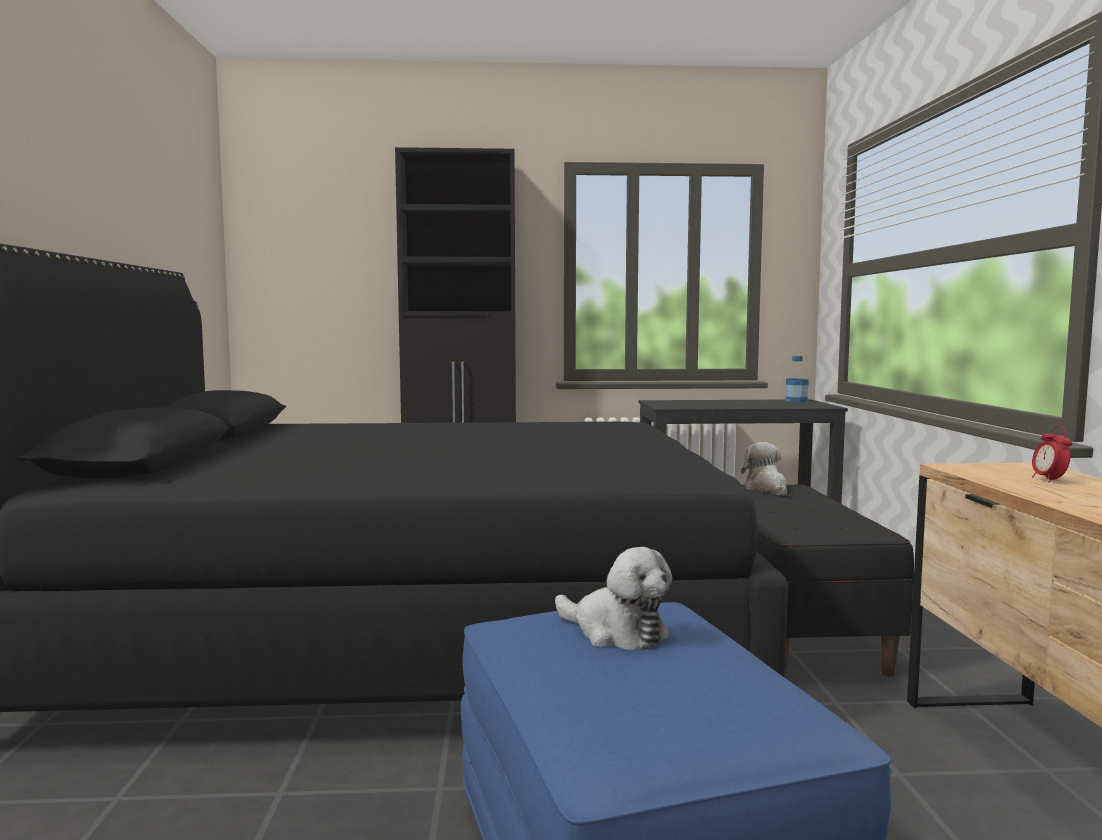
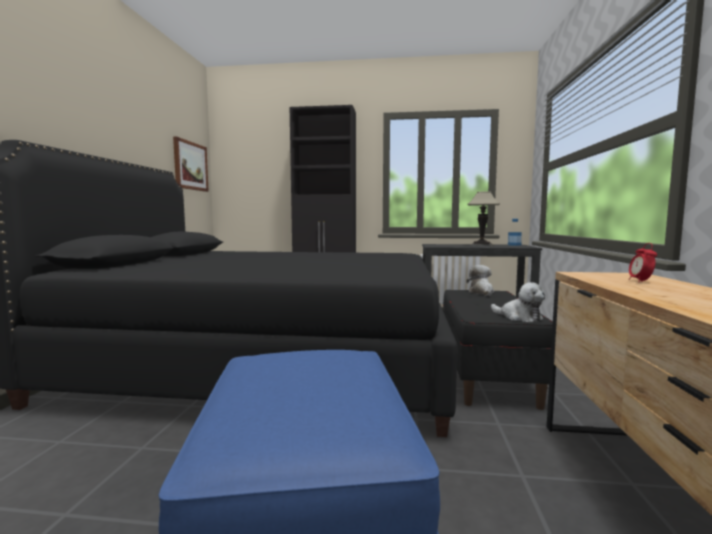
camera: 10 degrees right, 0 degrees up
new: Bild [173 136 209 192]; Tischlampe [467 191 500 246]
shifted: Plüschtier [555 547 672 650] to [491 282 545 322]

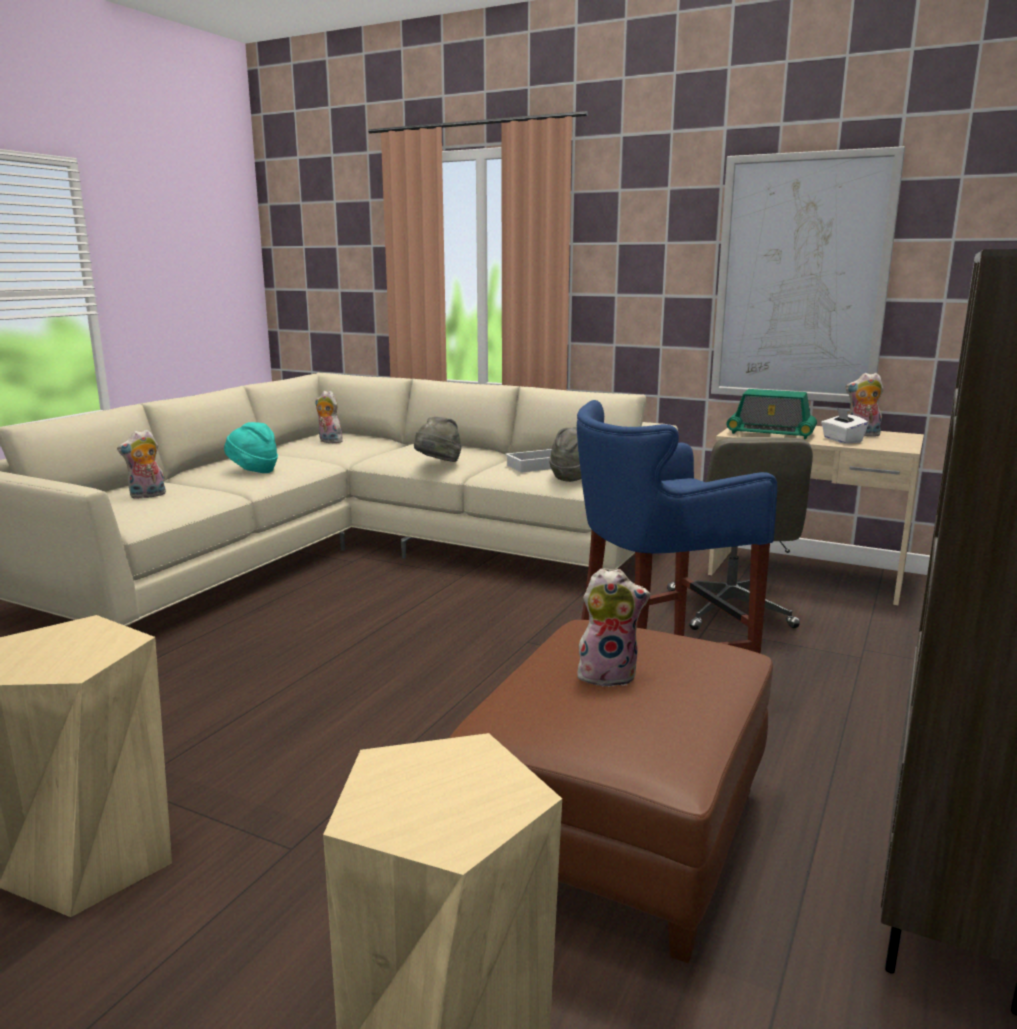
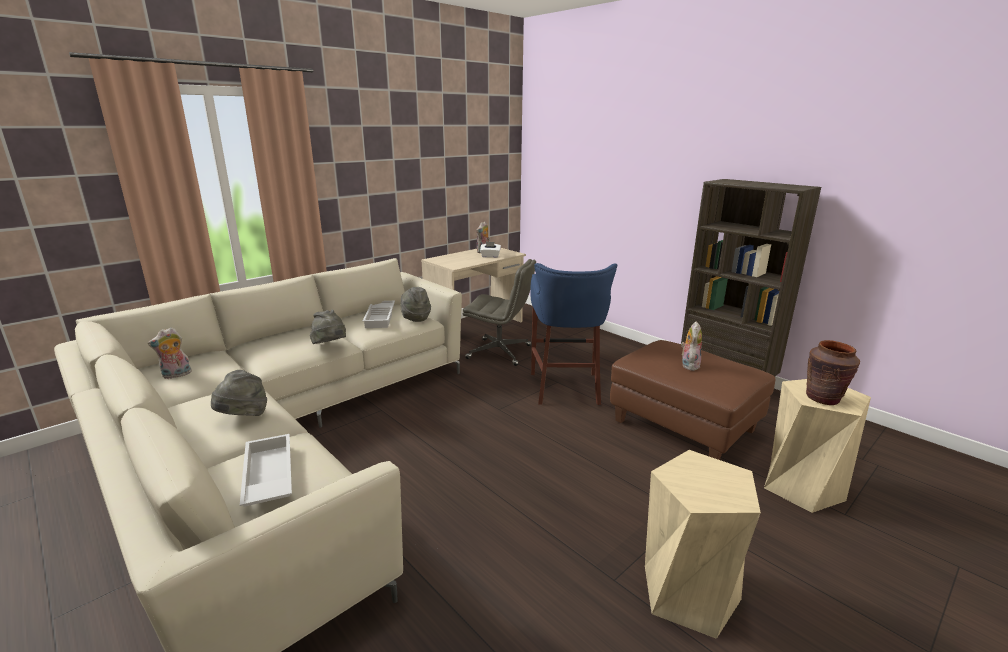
camera: 70 degrees left, 5 degrees up
gone: Bild [711 146 905 403]; Radio [726 389 817 439]
new: Vase (braun) [806 340 860 405]
swapped: Plüschtier [117 430 166 499] to Tablett (weiß) [240 434 292 507]
repainted: Hut (türkis) [224 422 278 473] to Hut (grau) [211 370 267 416]

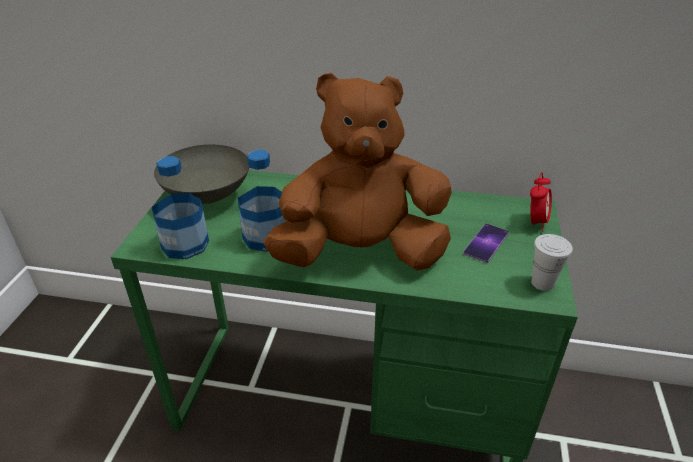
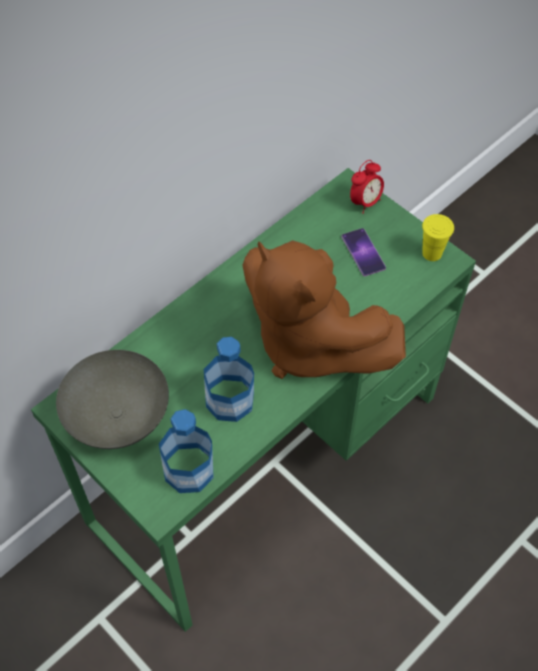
camera: 55 degrees left, 20 degrees up
repainted: Tasse (weiß) [531 234 573 291] to Tasse (gelb) [422 214 454 261]
rotated: Plüschtier (braun) [264 73 452 270] = [242 240 406 379] 75 degrees counterclockwise; Wecker [530 172 552 231] = [350 160 384 214] 75 degrees clockwise

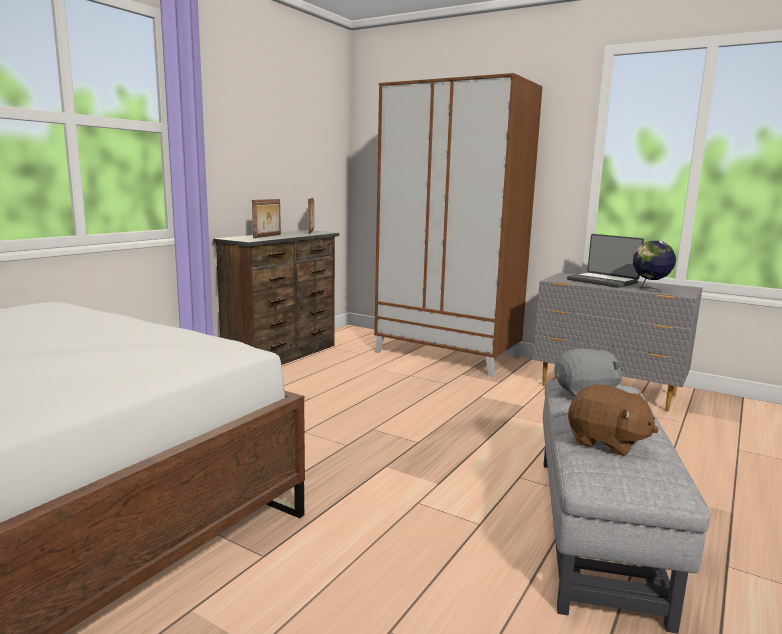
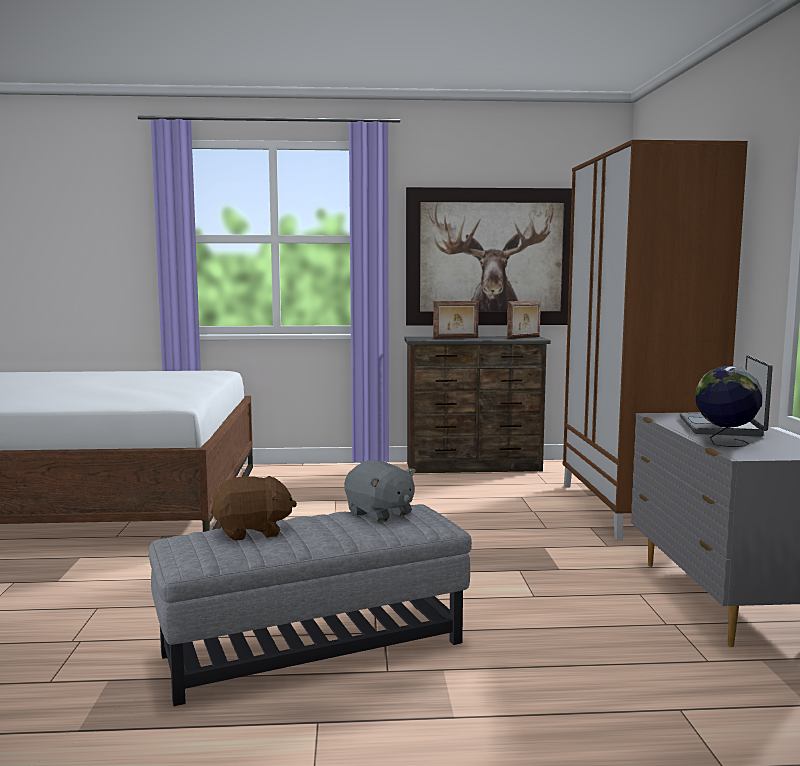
camera: 55 degrees right, 5 degrees down
new: Bild [406 187 572 326]
rotated: Plüschtier (braun) [568 384 659 456] = [211 476 297 541] 105 degrees counterclockwise

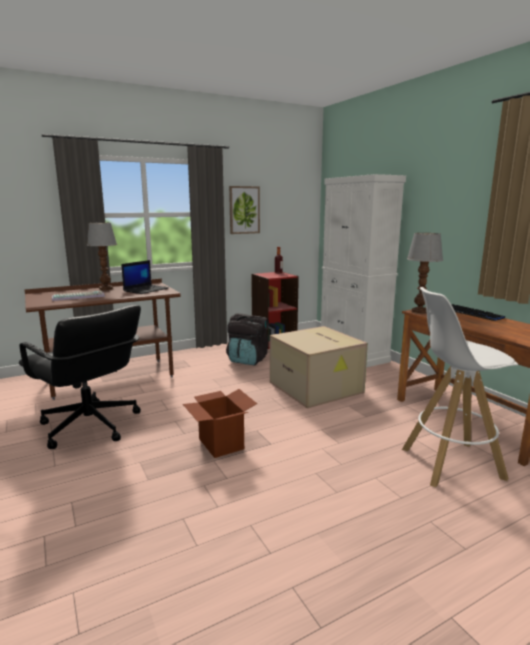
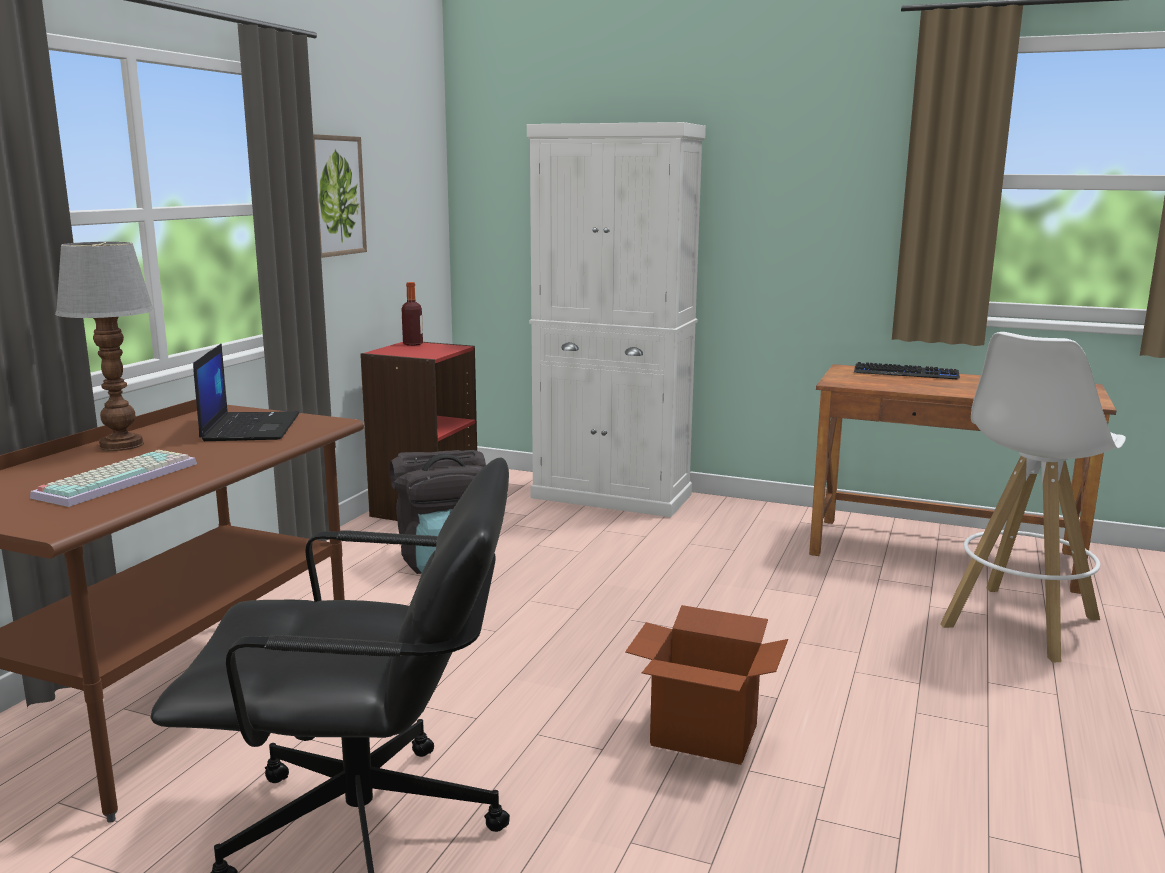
camera: 40 degrees left, 0 degrees up
gone: Karton [270 326 368 408]; Tischlampe [407 233 443 314]

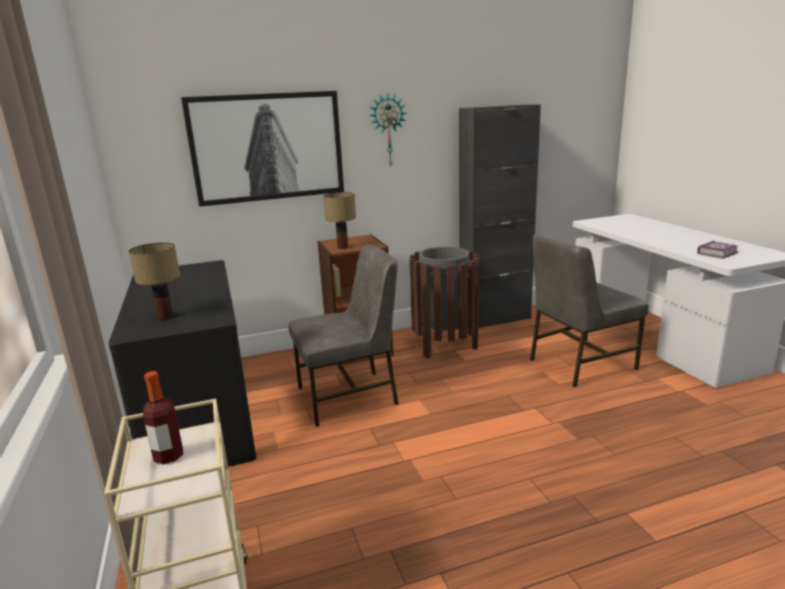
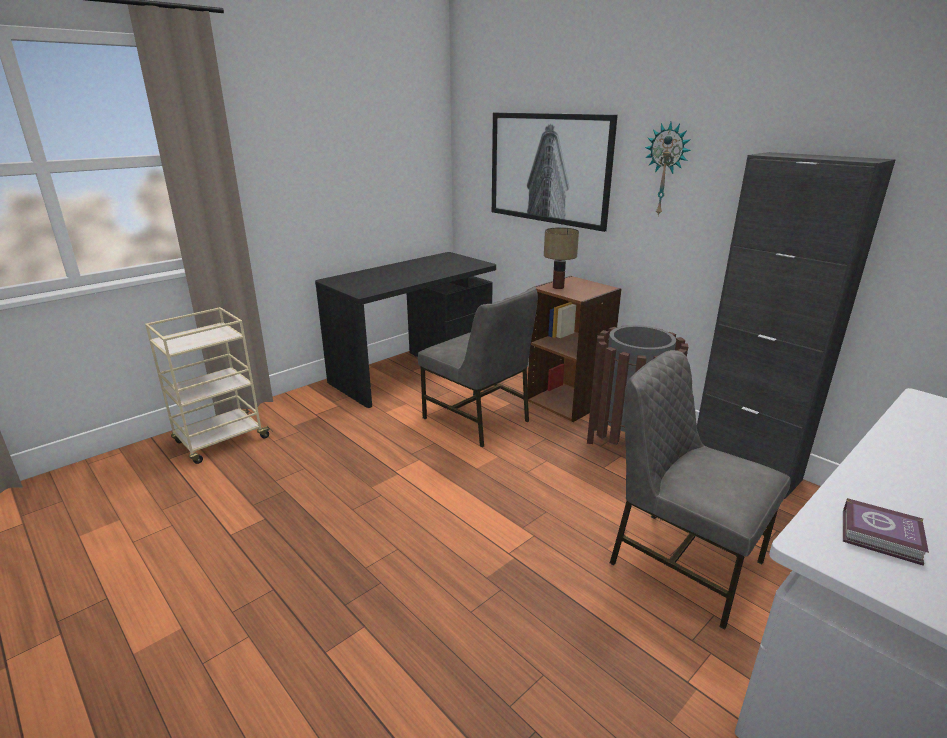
camera: 65 degrees right, 5 degrees up
gone: Tischlampe [129 243 180 320]; Flasche [143 371 183 465]

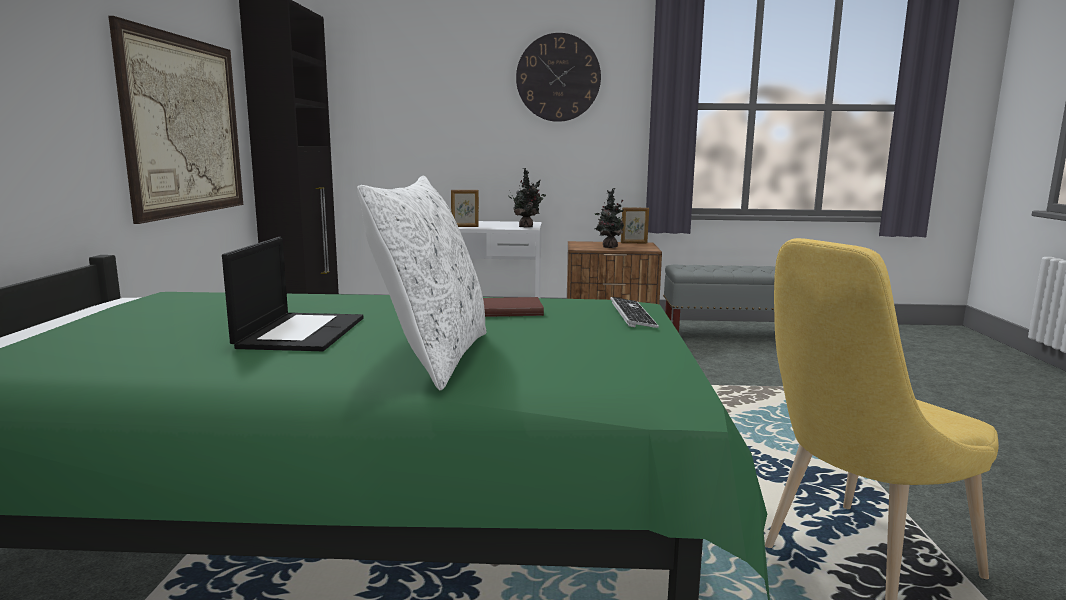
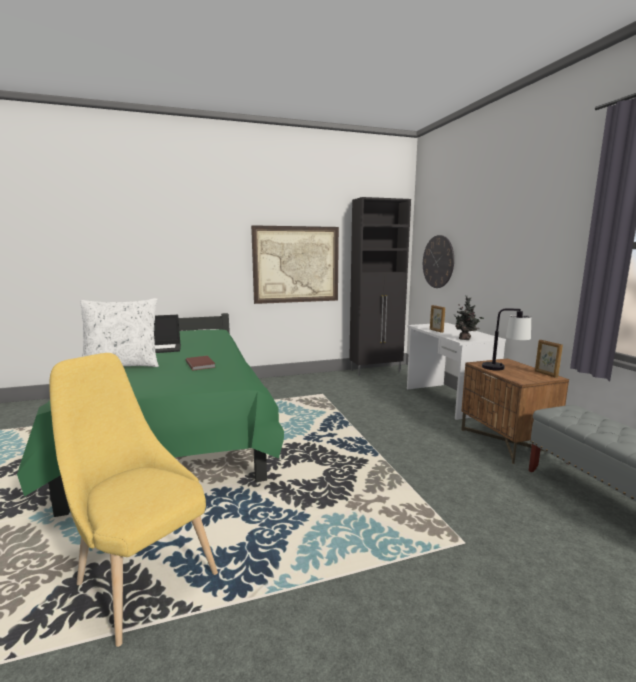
camera: 70 degrees right, 0 degrees up
gone: Tastatur [610 297 659 328]
shifted: Wanduhr [516 33 601 122] to [423 235 454 288]
swapped: Topfpflanze [595 188 627 248] to Tischlampe [482 308 531 371]

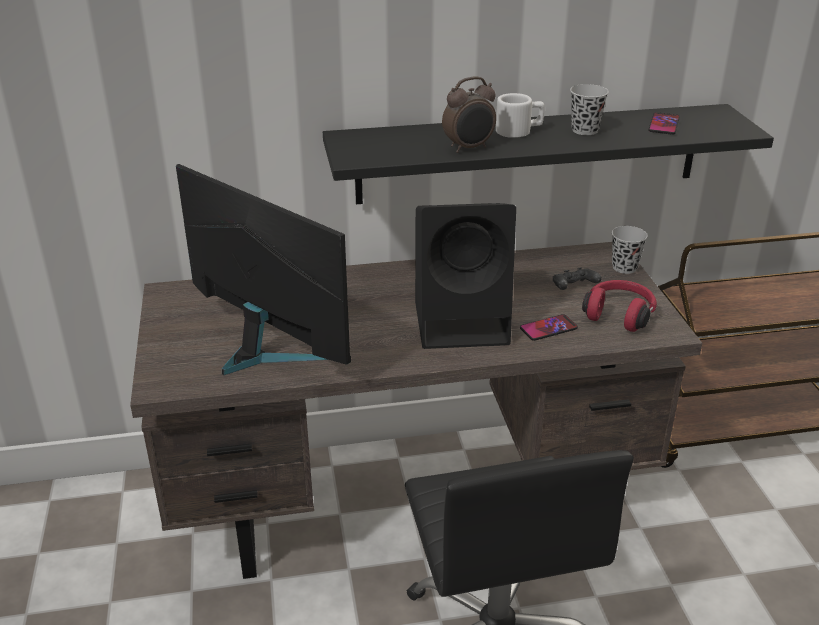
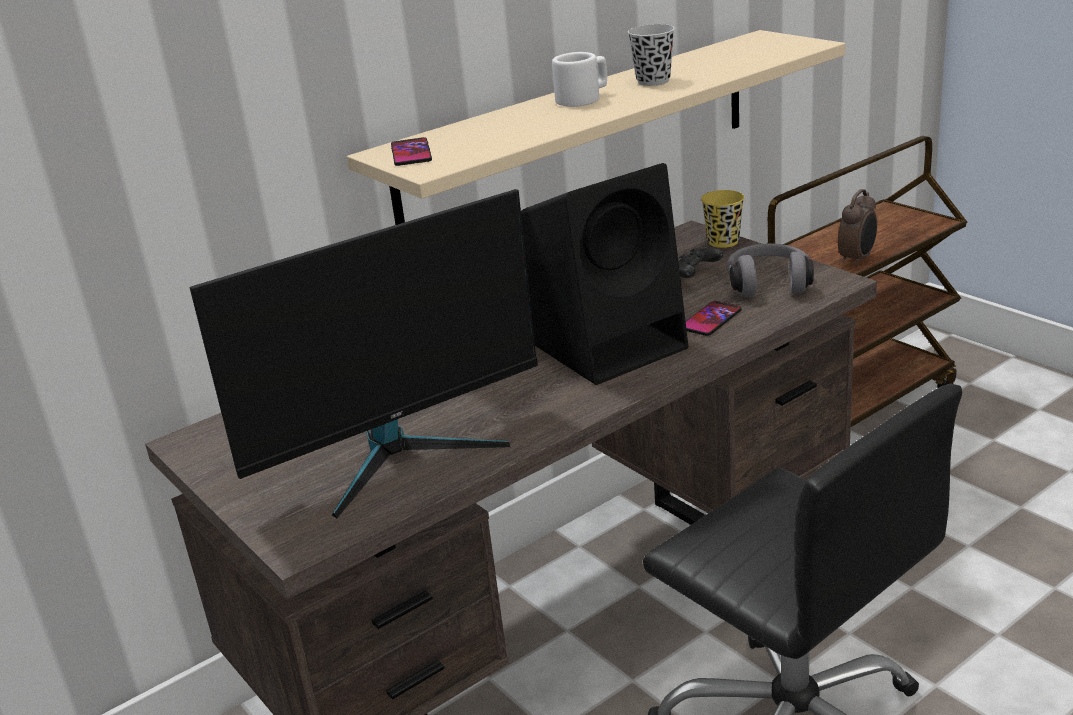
camera: 25 degrees left, 5 degrees down
shifted: Wecker [442 76 496 153] to [838 189 877 266]; Handy [648 112 680 135] to [391 137 432 166]
repainted: Wandregal (schwarz) [323 104 774 204] to Wandregal (beige) [347 30 845 225]; Kopfhörer (rot) [582 280 657 332] to Kopfhörer (grau) [726 243 814 297]; Tasse (schwarz) [612 226 647 274] to Tasse (gelb) [701 190 744 248]
rotated: Monitor [176 164 351 375] = [190 189 538 518] 135 degrees clockwise

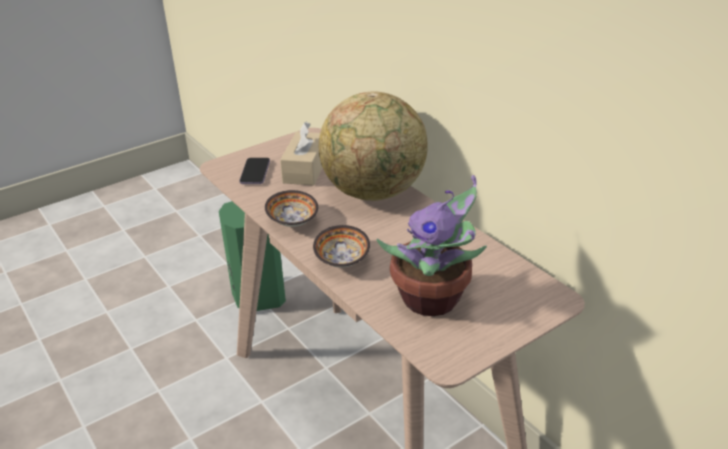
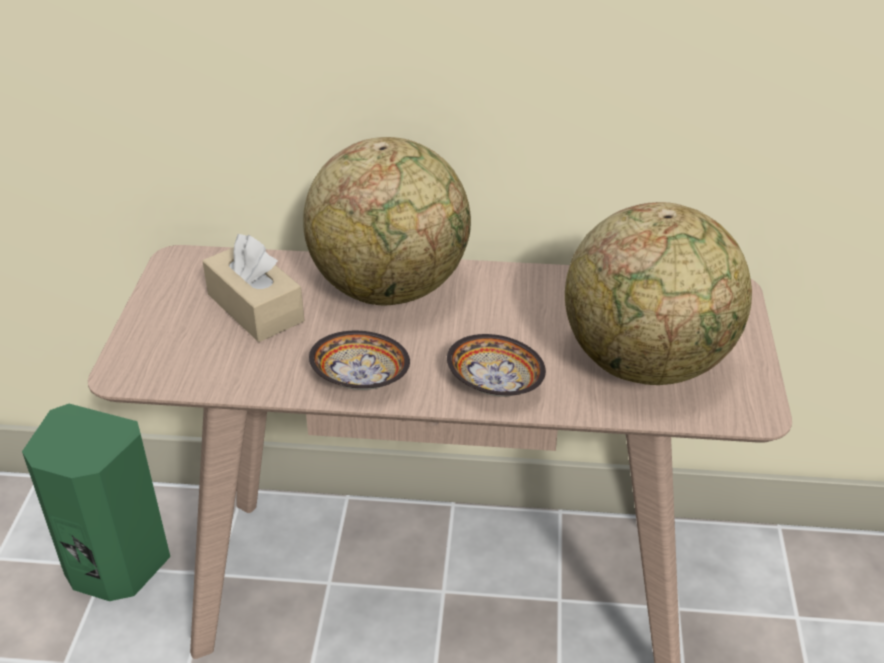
camera: 50 degrees left, 5 degrees up
gone: Handy [239 158 270 184]
swapped: Topfpflanze [376 175 487 316] to Globus [565 202 752 385]

